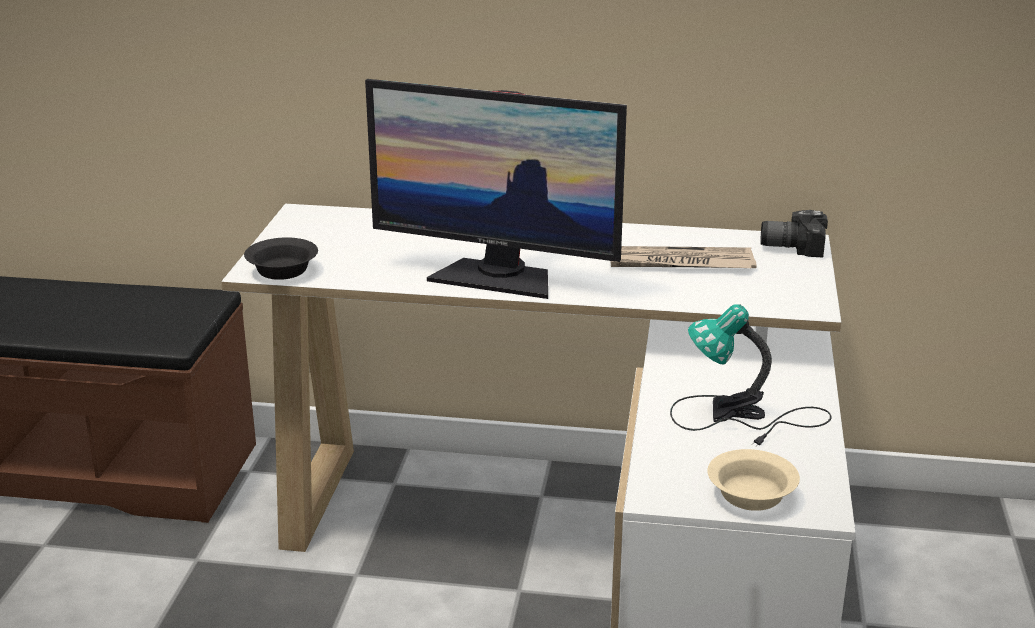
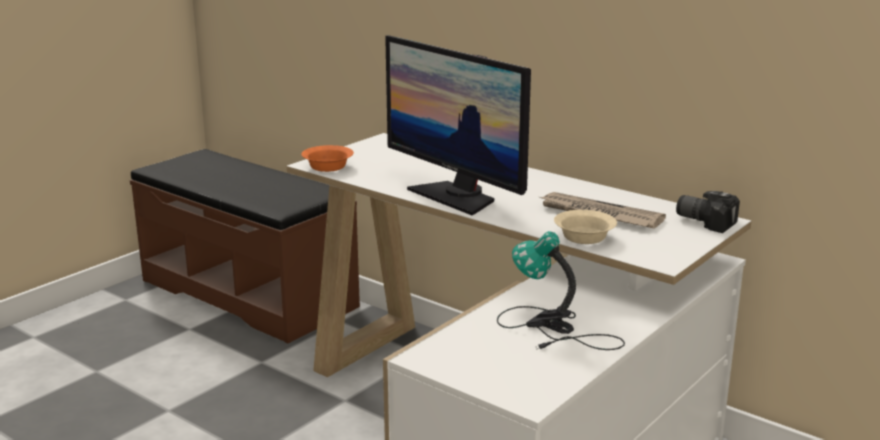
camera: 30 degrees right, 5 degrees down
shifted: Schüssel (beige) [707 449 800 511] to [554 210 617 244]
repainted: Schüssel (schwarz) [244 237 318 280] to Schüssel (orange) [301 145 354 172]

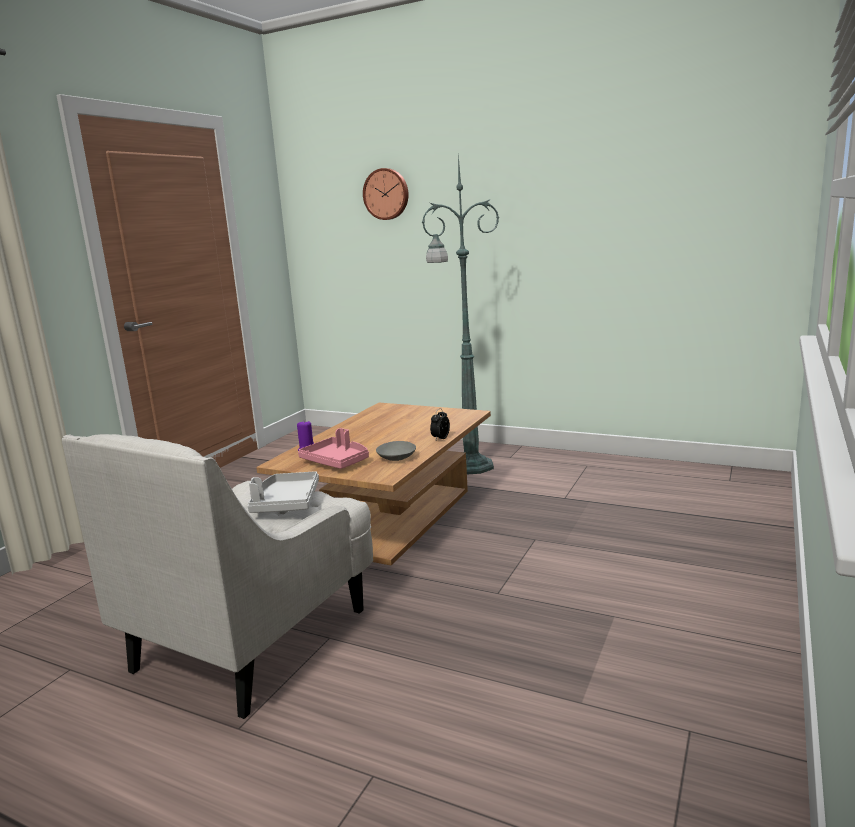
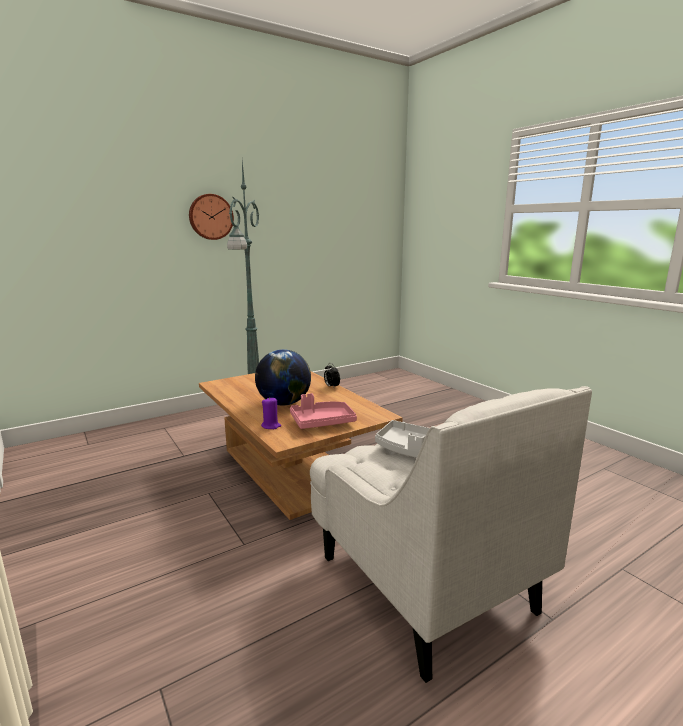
camera: 60 degrees left, 0 degrees up
gone: Schüssel (grau) [376 441 416 461]
new: Globus [255 349 311 406]
shifted: Wanduhr [363 168 409 220] to [189 194 234 240]

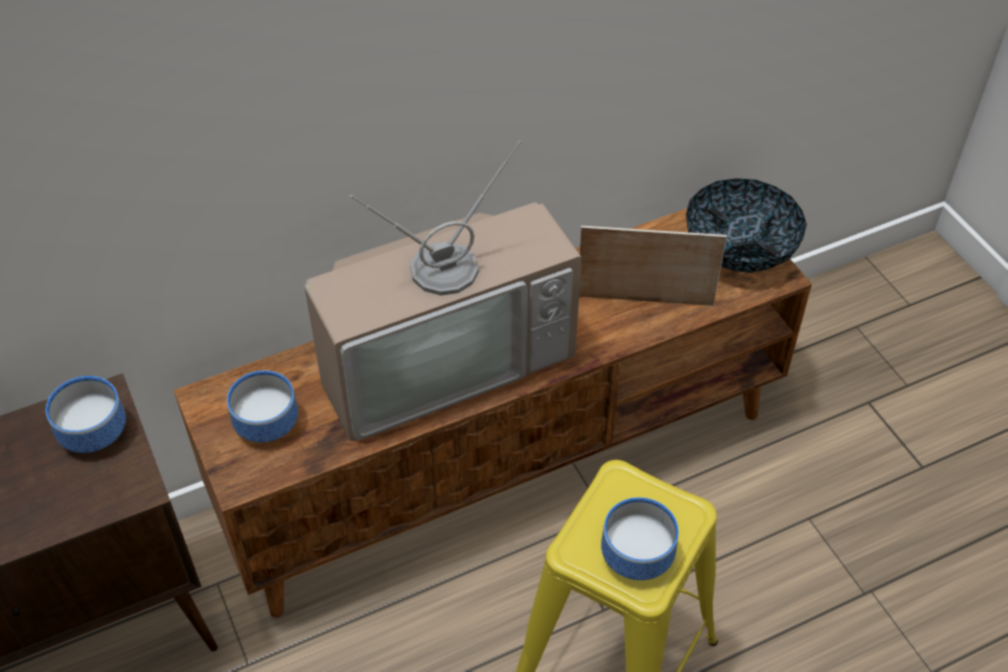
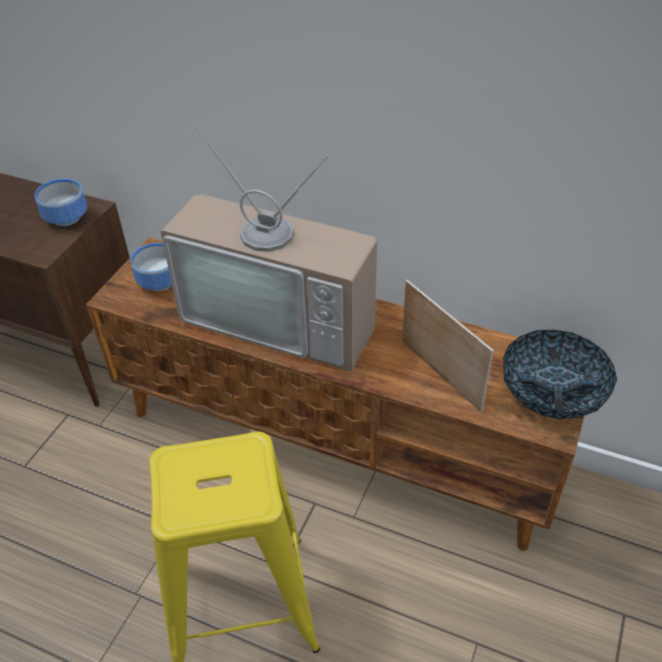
camera: 50 degrees right, 5 degrees down
gone: Schüssel [601 497 679 580]

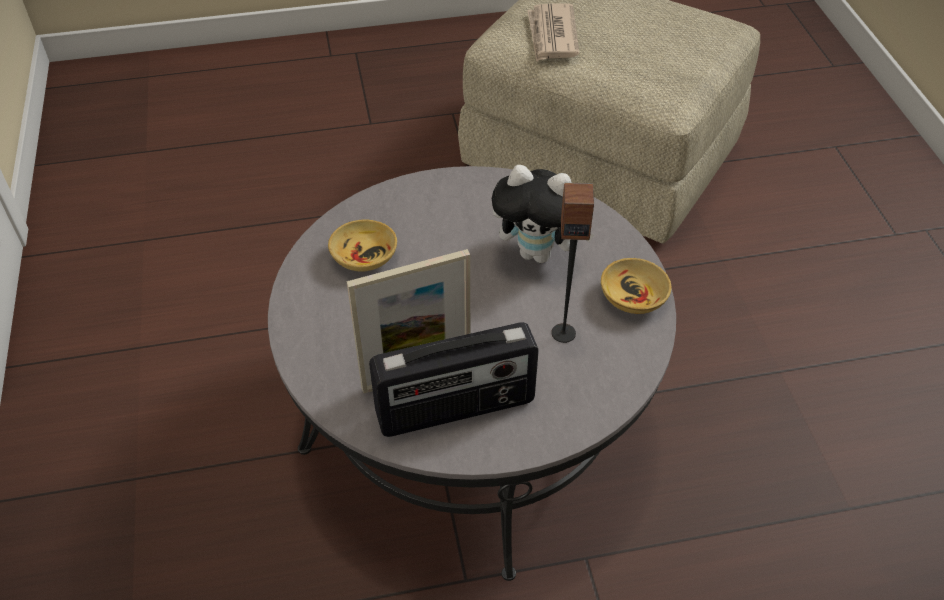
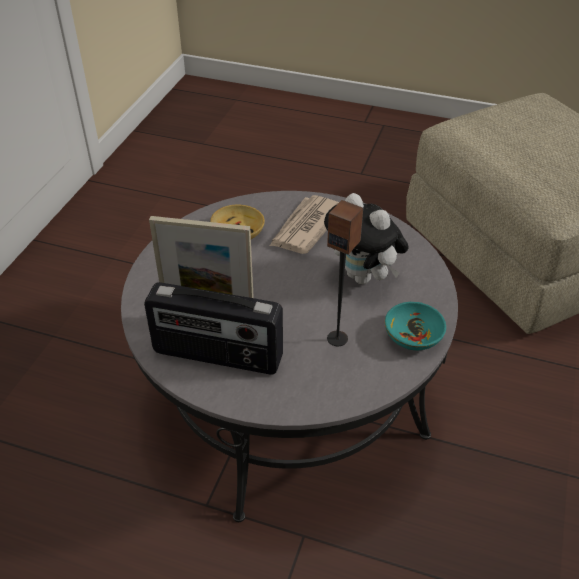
camera: 30 degrees right, 5 degrees down
shifted: Zeitung [527 3 579 62] to [270 195 339 254]
repainted: Schüssel (beige) [601 258 672 314] to Schüssel (türkis) [385 301 446 350]

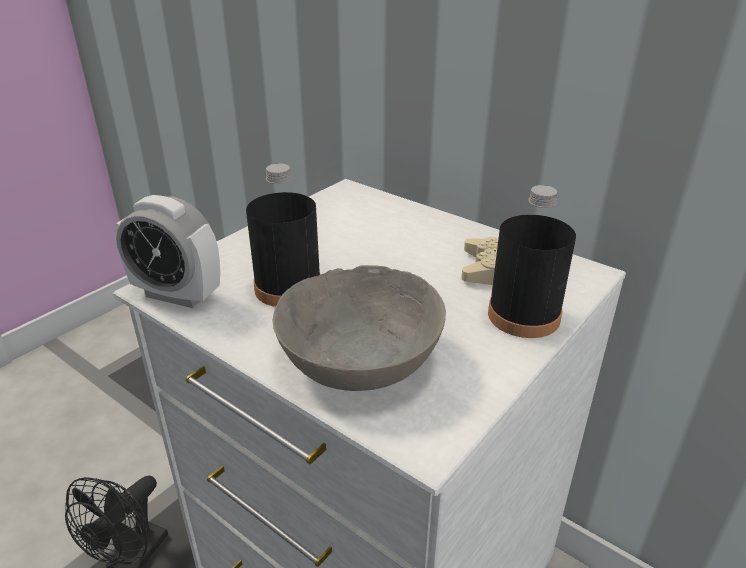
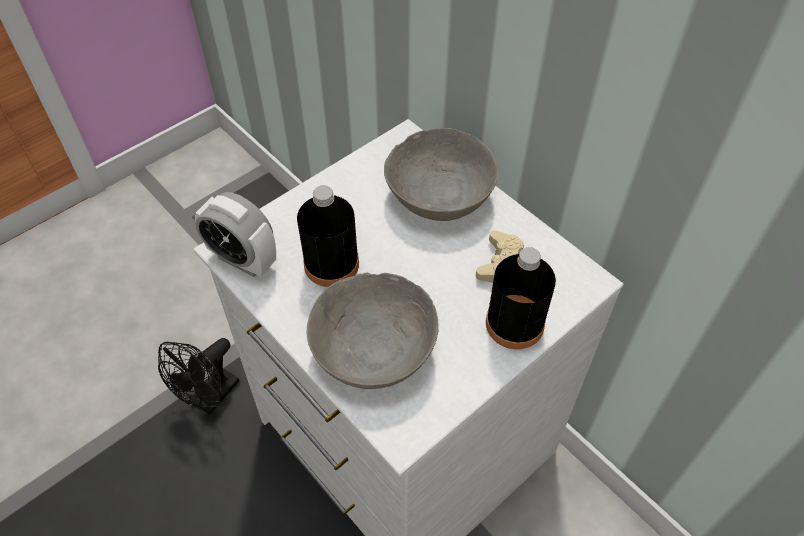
camera: 10 degrees right, 20 degrees up
new: Schüssel (grau) [384 128 498 221]

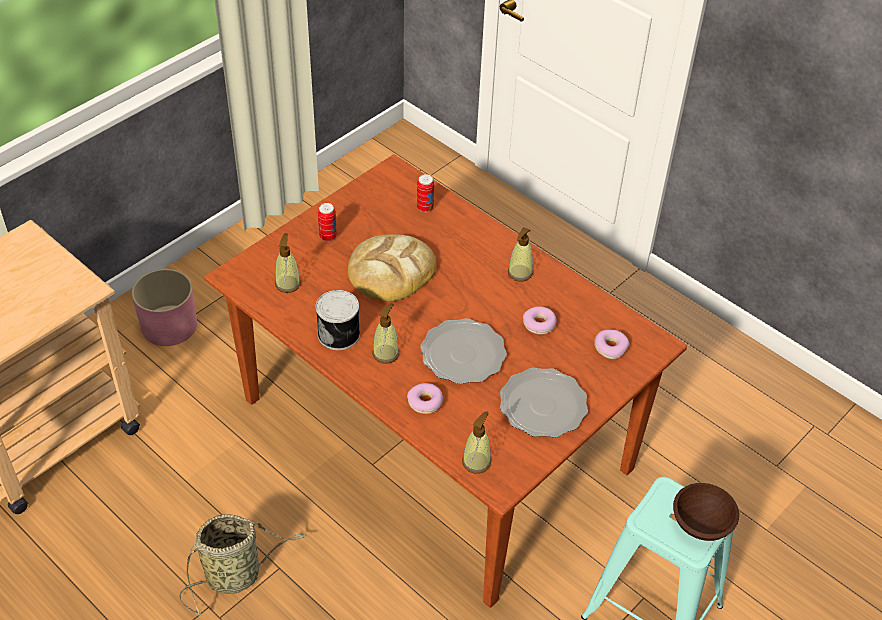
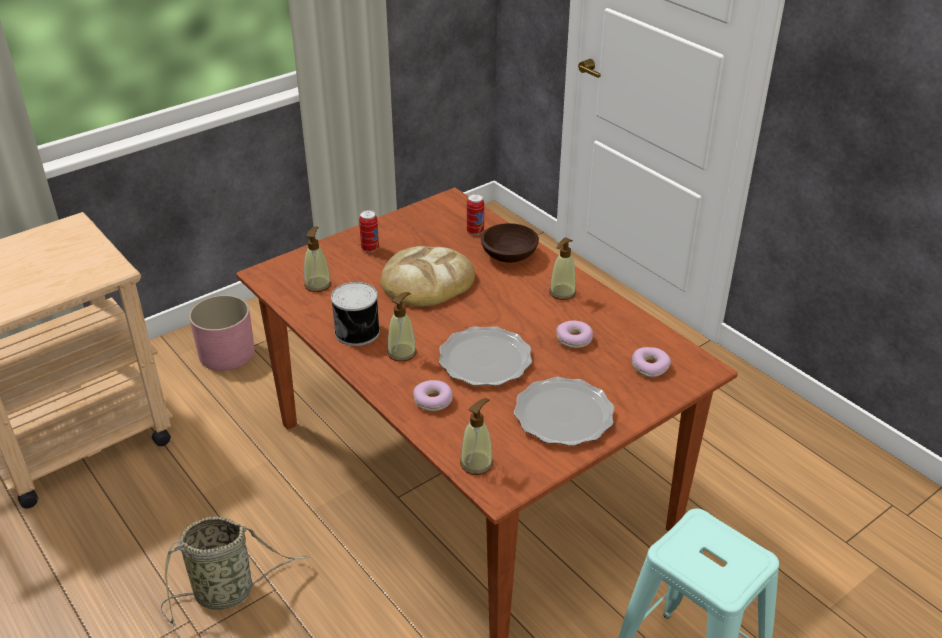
camera: 10 degrees right, 10 degrees down
shifted: Schüssel (braun) [673 483 739 541] to [481 223 539 263]

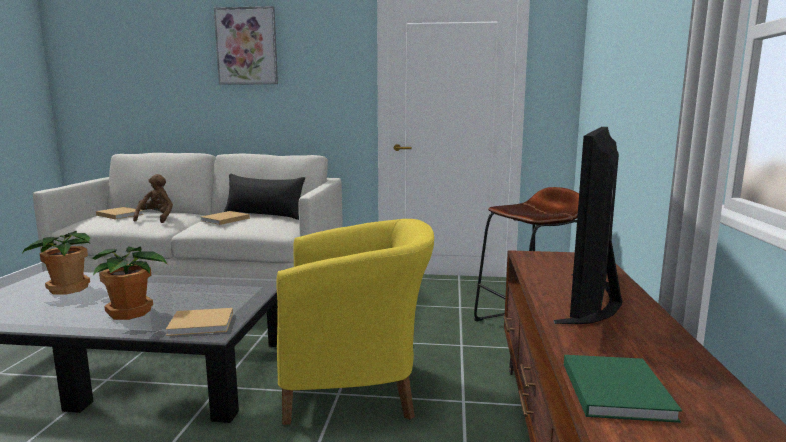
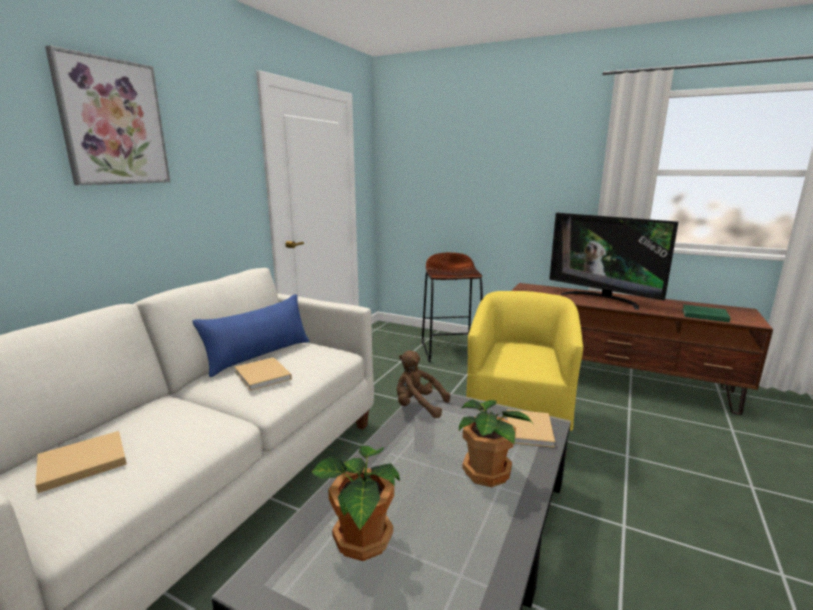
camera: 70 degrees left, 5 degrees up
shifted: Plüschtier (braun) [133 174 173 223] to [397 351 450 418]
repainted: Kissen (schwarz) [224 174 305 220] to Kissen (blau) [193 294 310 377]

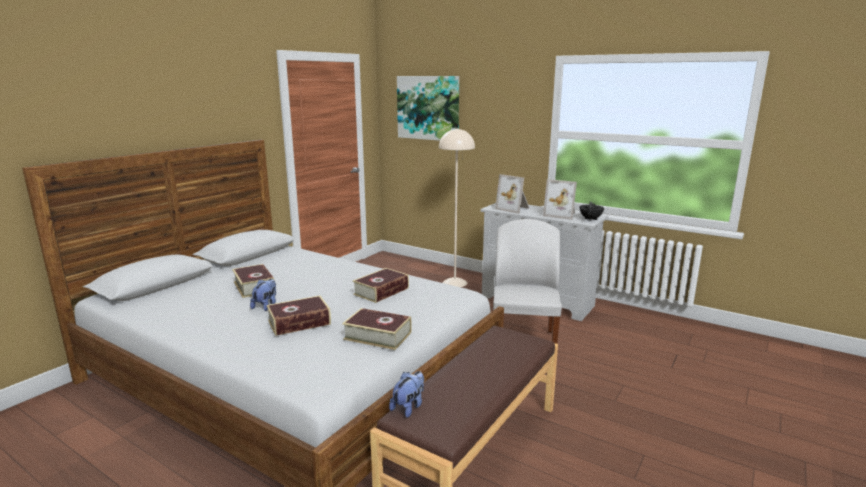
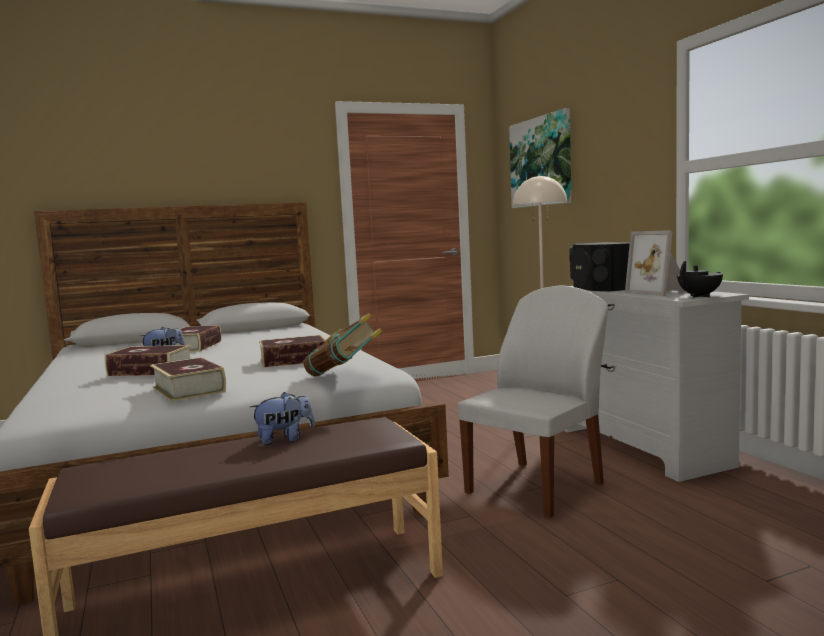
camera: 35 degrees right, 10 degrees down
new: Buch [303 313 382 376]
shifted: Plüschtier [389 371 424 418] to [250 392 315 445]
swapped: Bilderrahmen [495 174 530 214] to Lautsprecher (schwarz) [569 242 630 291]

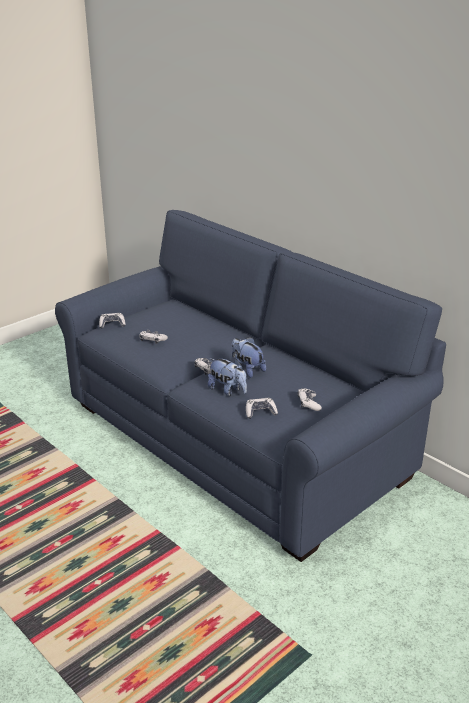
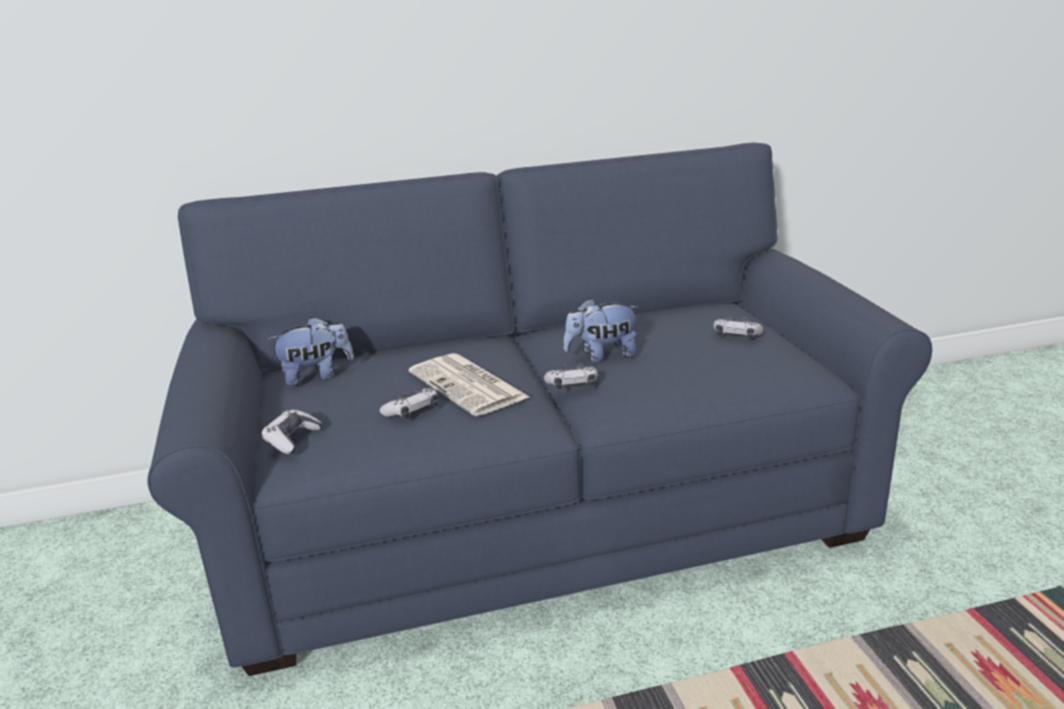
camera: 60 degrees left, 5 degrees down
gone: Gamepad [246 398 278 419]
new: Zeitung [409 353 530 416]
shifted: Plüschtier [208 358 247 396] to [267 317 354 386]

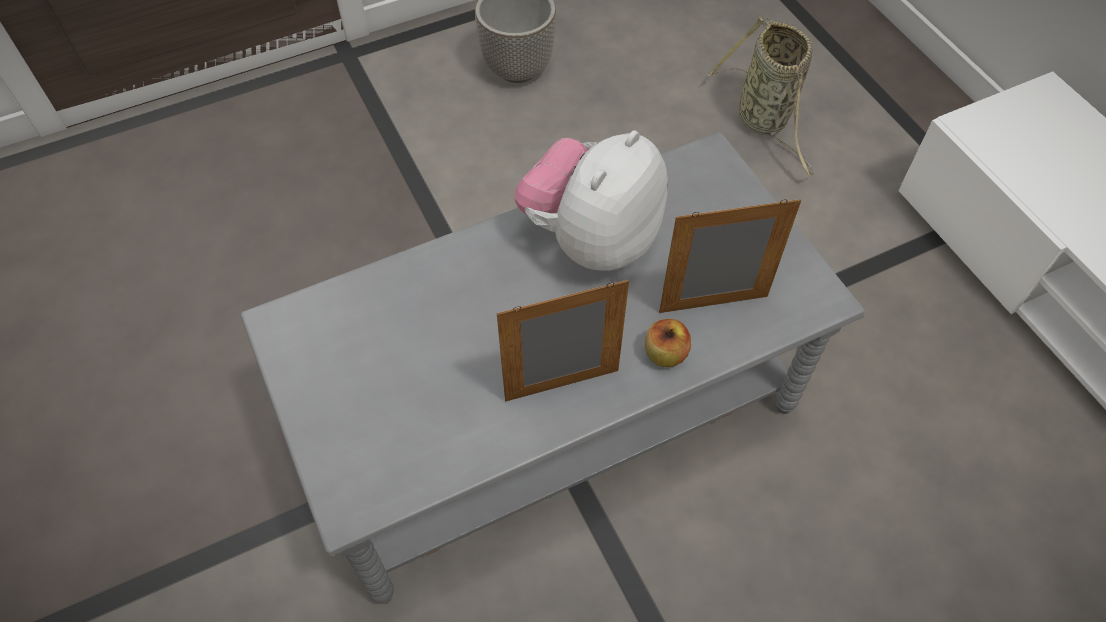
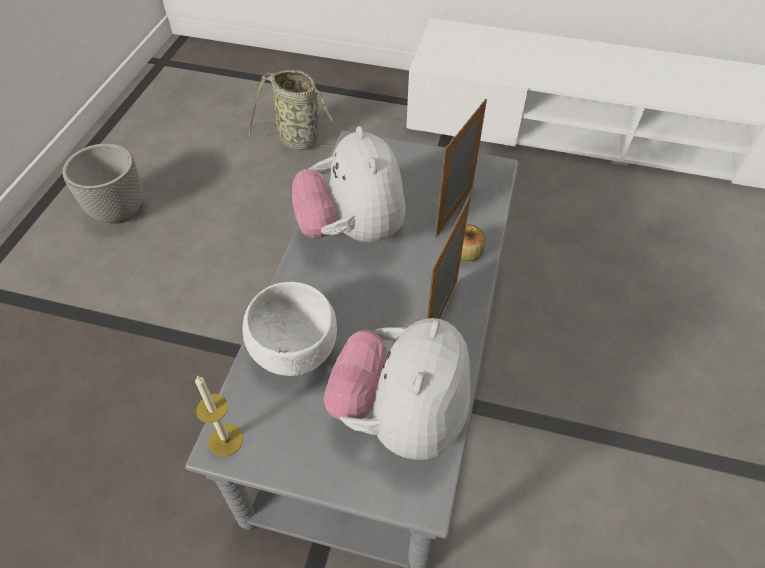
camera: 50 degrees left, 5 degrees down
new: Kerze [195 375 243 457]; Schüssel (weiß) [242 282 337 376]; Plüschtier [324 318 470 460]

